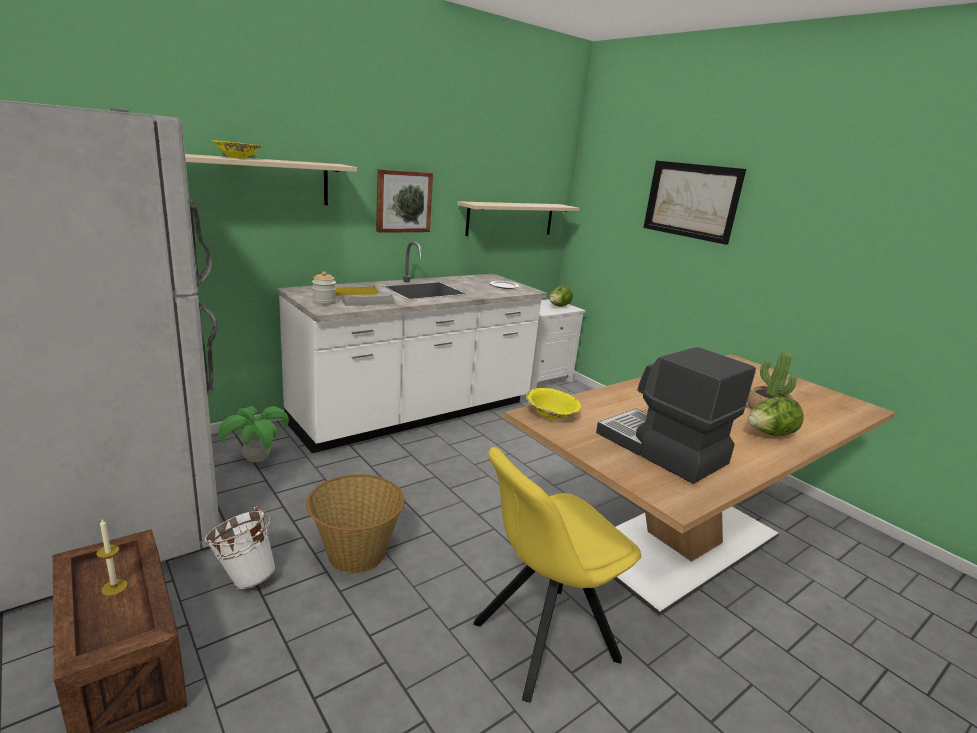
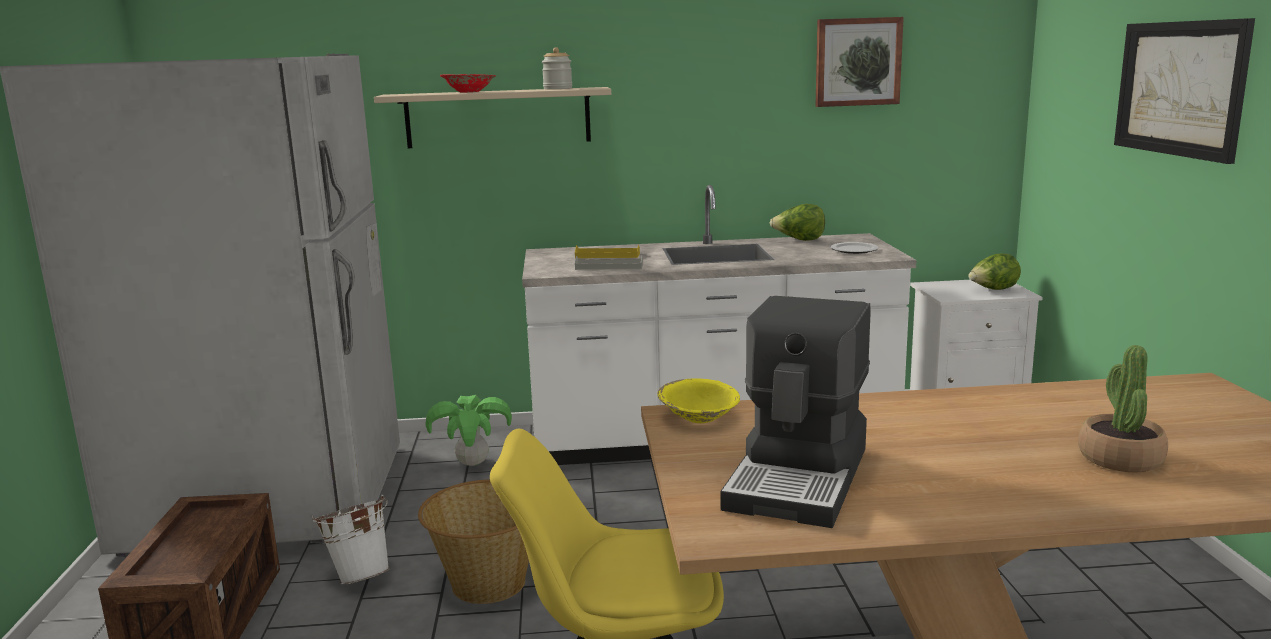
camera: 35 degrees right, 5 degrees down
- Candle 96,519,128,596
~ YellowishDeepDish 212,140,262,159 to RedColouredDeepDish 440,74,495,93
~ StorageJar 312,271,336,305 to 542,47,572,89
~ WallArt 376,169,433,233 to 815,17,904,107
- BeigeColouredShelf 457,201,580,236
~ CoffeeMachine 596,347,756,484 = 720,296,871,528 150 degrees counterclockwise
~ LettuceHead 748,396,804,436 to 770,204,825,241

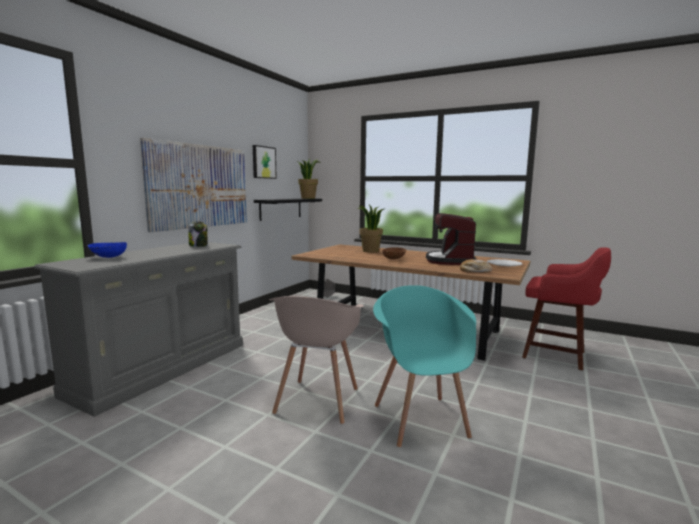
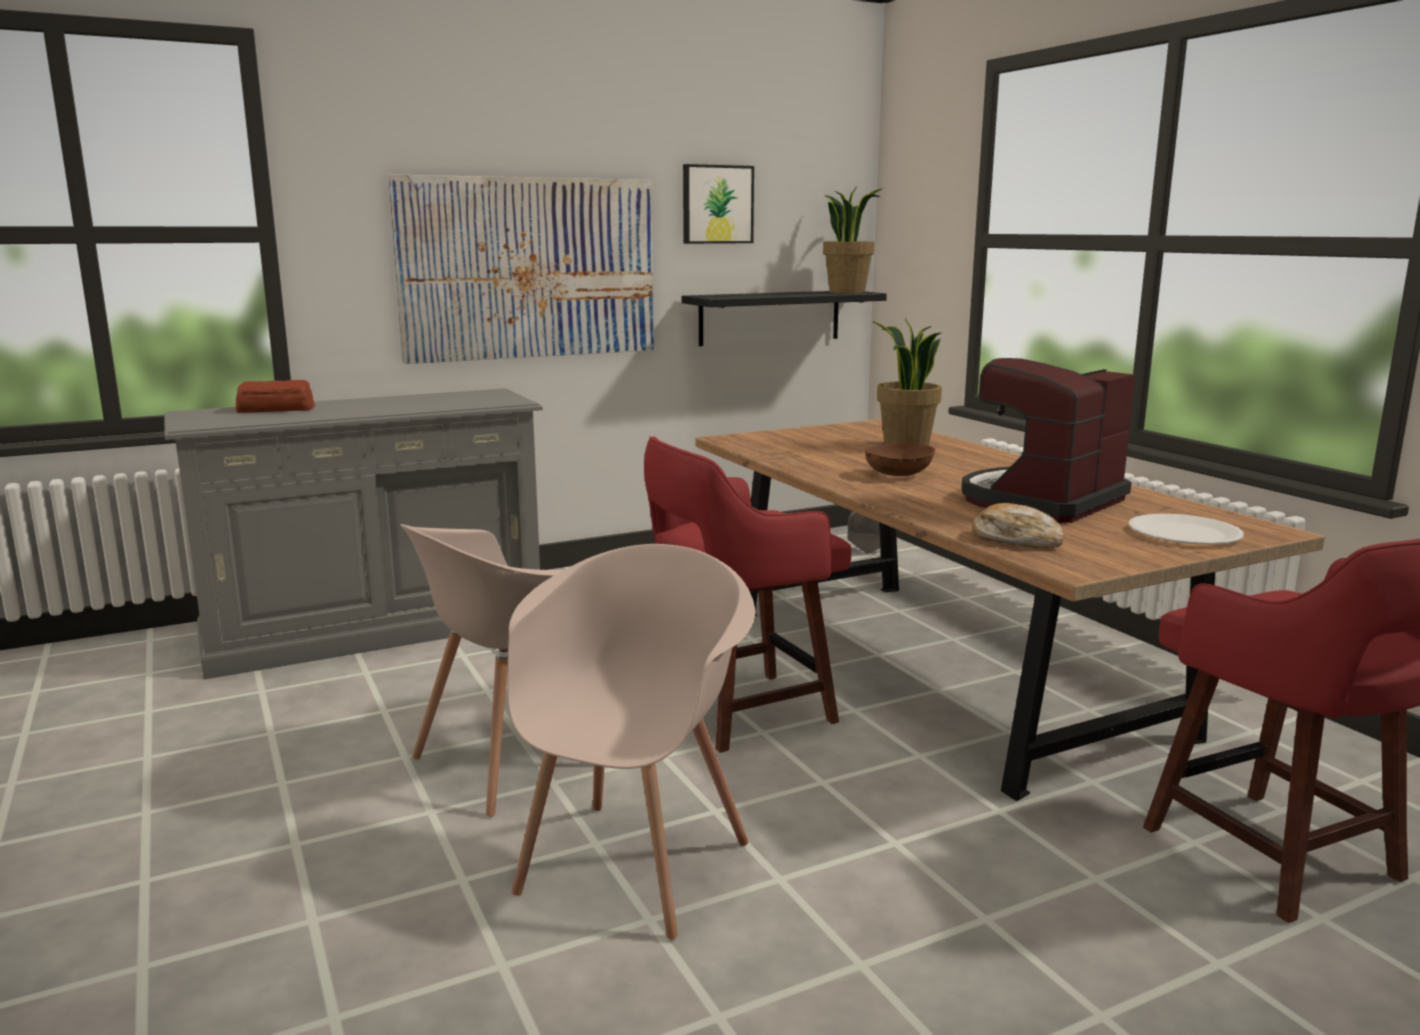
camera: 35 degrees right, 5 degrees up
~ BlueColouredDeepDish 88,242,127,258 to BakedBread 235,380,315,413
- StorageJar 188,221,208,247
~ TurquoiseColouredPlainChair 373,285,476,447 to BeigeColouredPlainChair 507,544,755,940
+ RedColouredStoolSeat 644,436,851,753

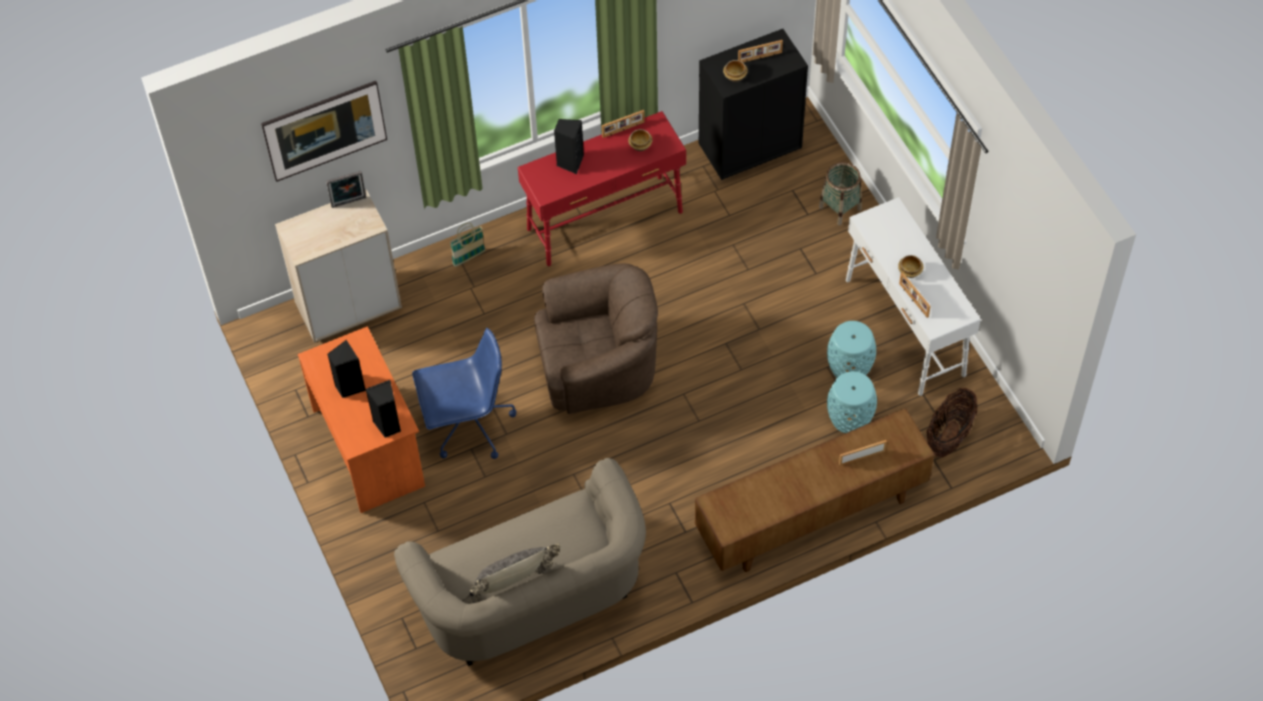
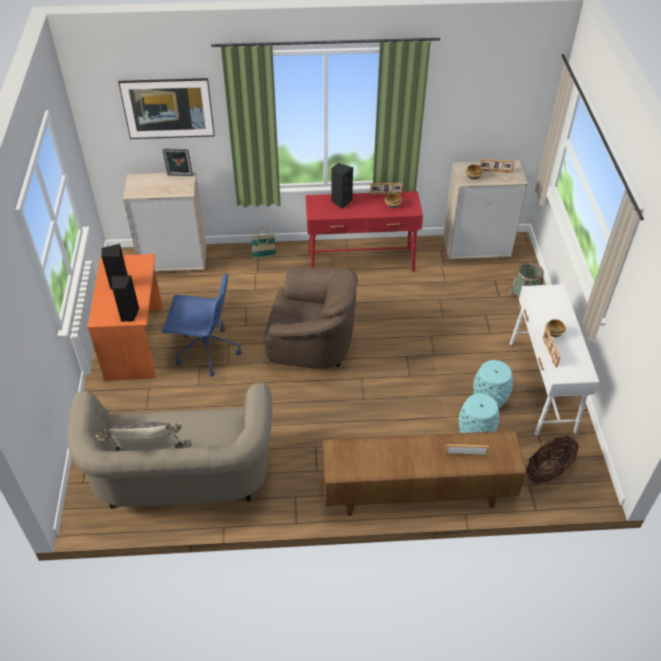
camera: 20 degrees right, 10 degrees down
~ BlackColouredCabinet 698,29,808,180 to BeigeColouredCabinet 443,160,528,260

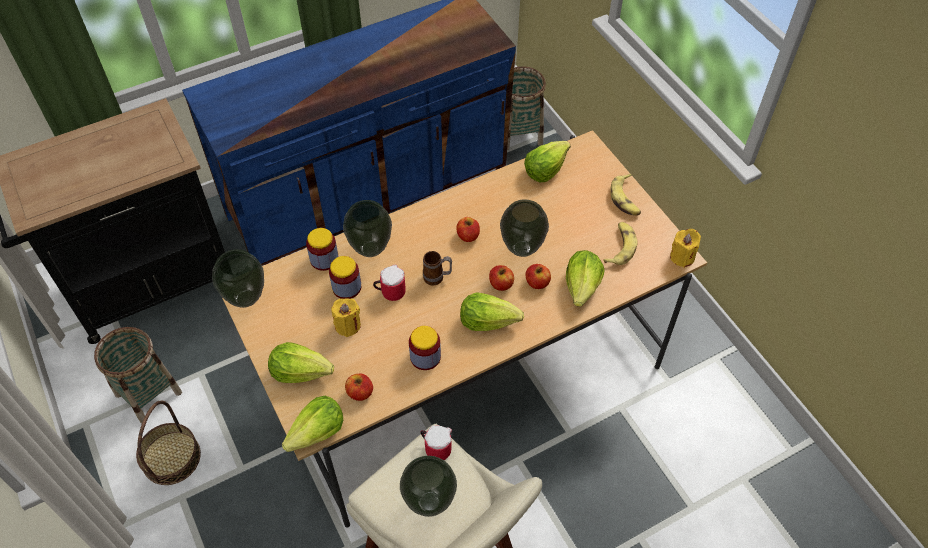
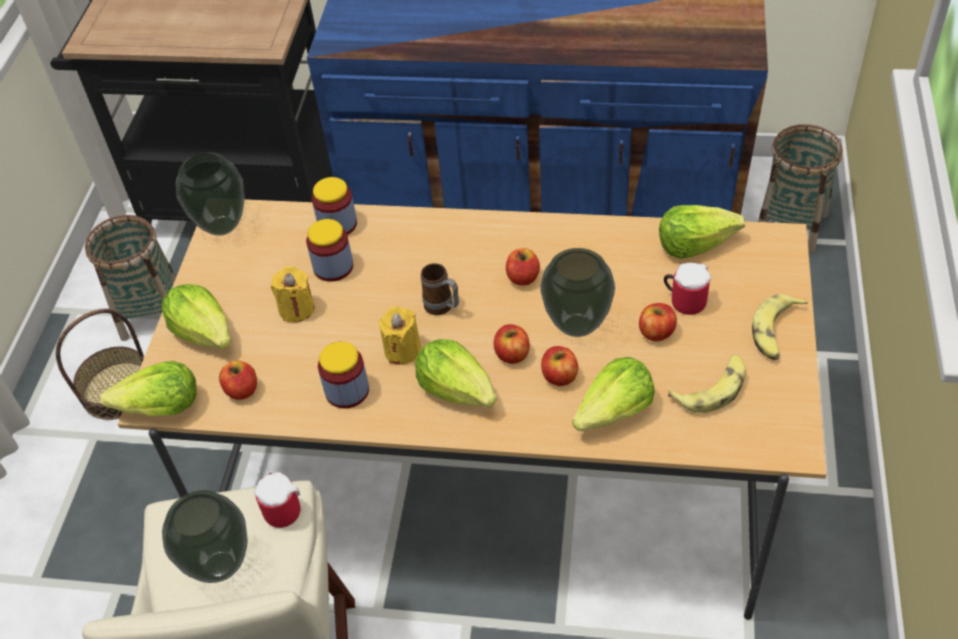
camera: 40 degrees right, 5 degrees down
- Vase 343,200,392,257
~ TeaMug 373,265,406,301 to 664,263,711,315
~ YellowishCandle 670,229,701,268 to 379,307,421,365
+ AppleFruit 639,303,677,341

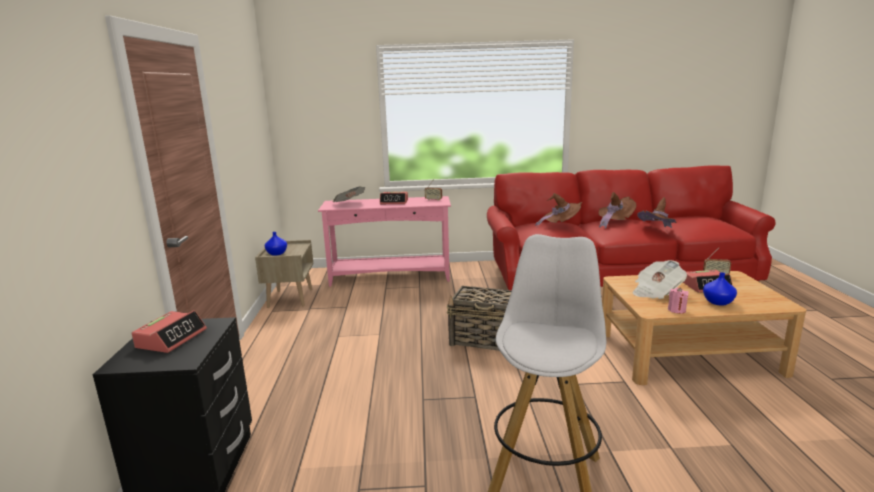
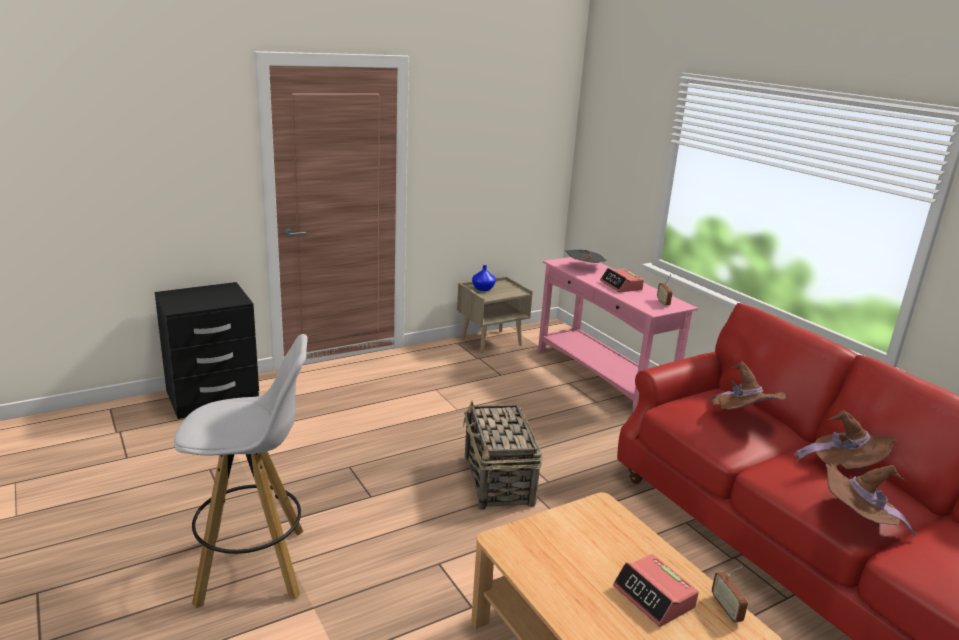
camera: 60 degrees right, 5 degrees up
- TableClock 132,310,207,353
- Newspaper 632,260,687,299
- PinkColouredCandle 668,287,689,314
- BlueColouredVase 703,272,737,306

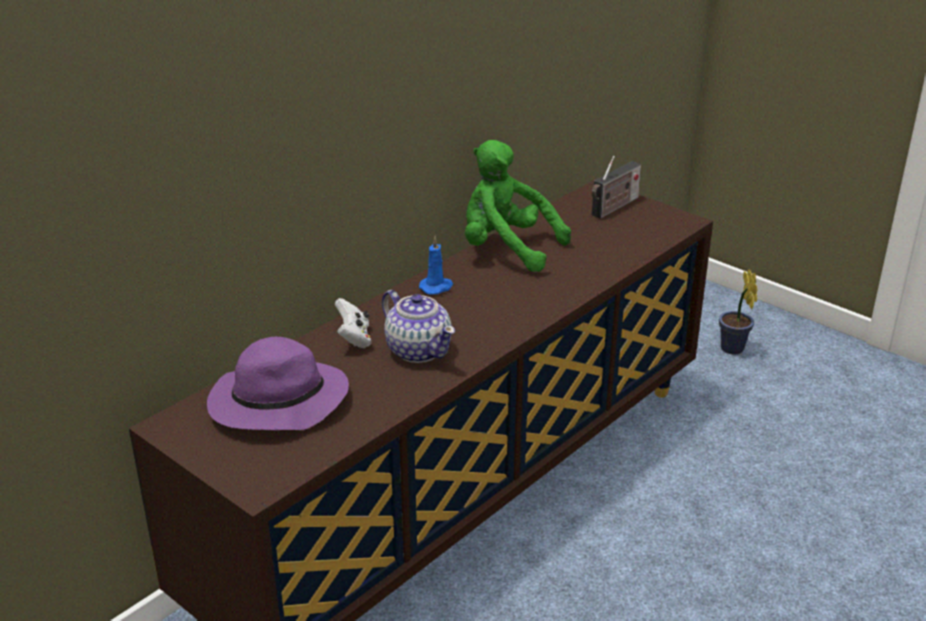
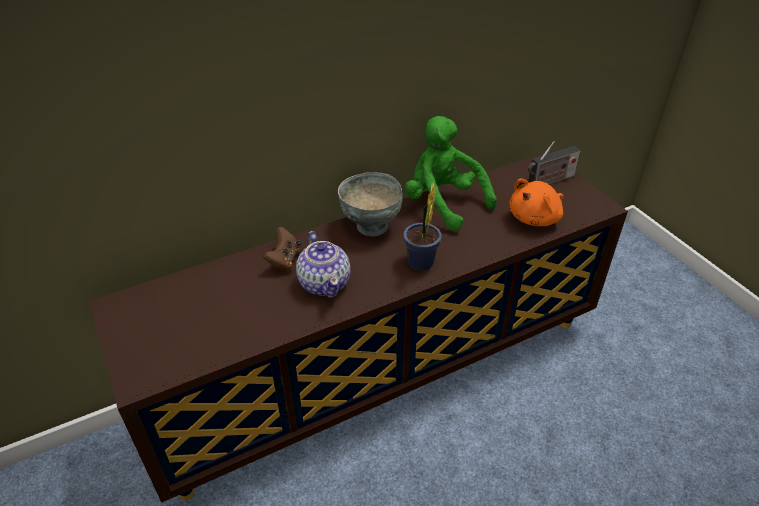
camera: 20 degrees right, 10 degrees up
- PurpleClothingHat 207,337,349,430
~ WhiteColouredJoypad 335,298,371,348 to BrownJoypad 263,227,301,271
~ BlueColouredCandle 419,236,453,295 to GrayDeepDish 338,172,403,236
~ PottedPlant 719,269,757,354 to 403,183,442,271
+ OrangeySoftToy 509,178,563,226

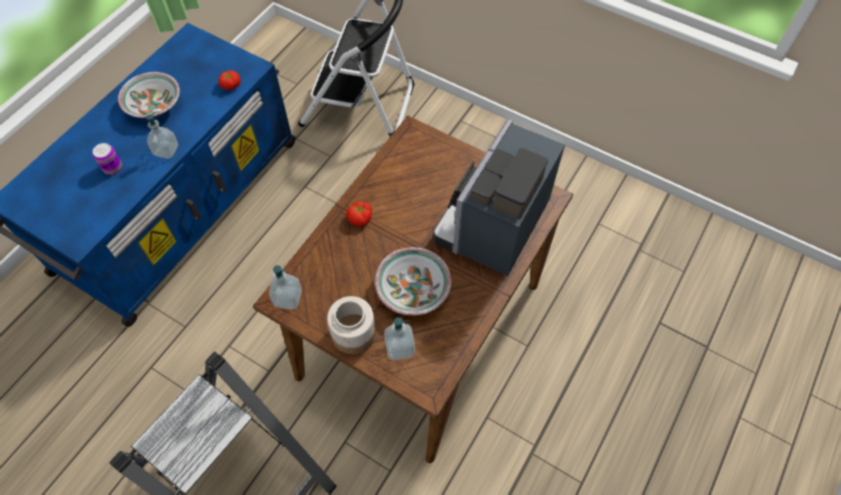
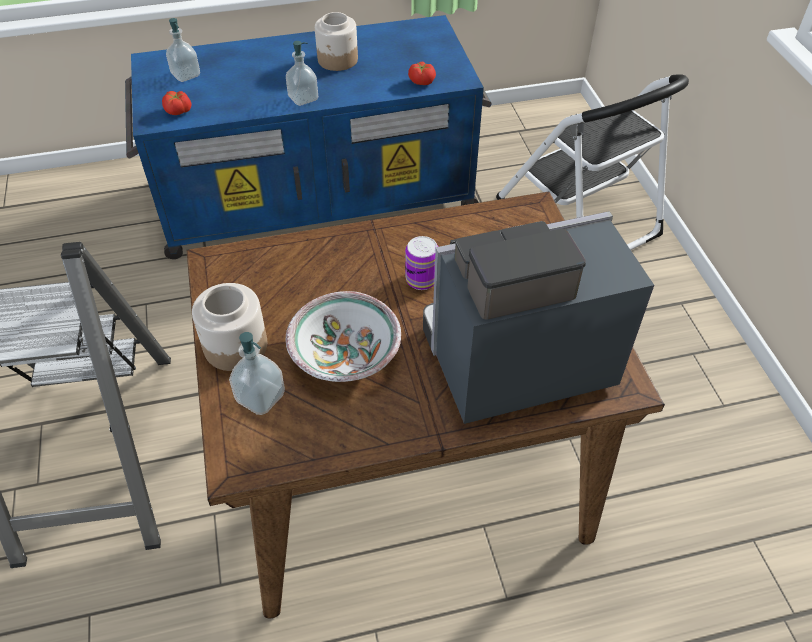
camera: 45 degrees right, 10 degrees down
~ SealedCan 93,143,122,175 to 405,236,438,290
~ DeepDish 118,72,180,118 to StorageJar 315,12,358,71
~ SoapBottle 269,265,302,310 to 166,18,200,82
~ WholeTomato 346,201,372,226 to 162,91,192,115

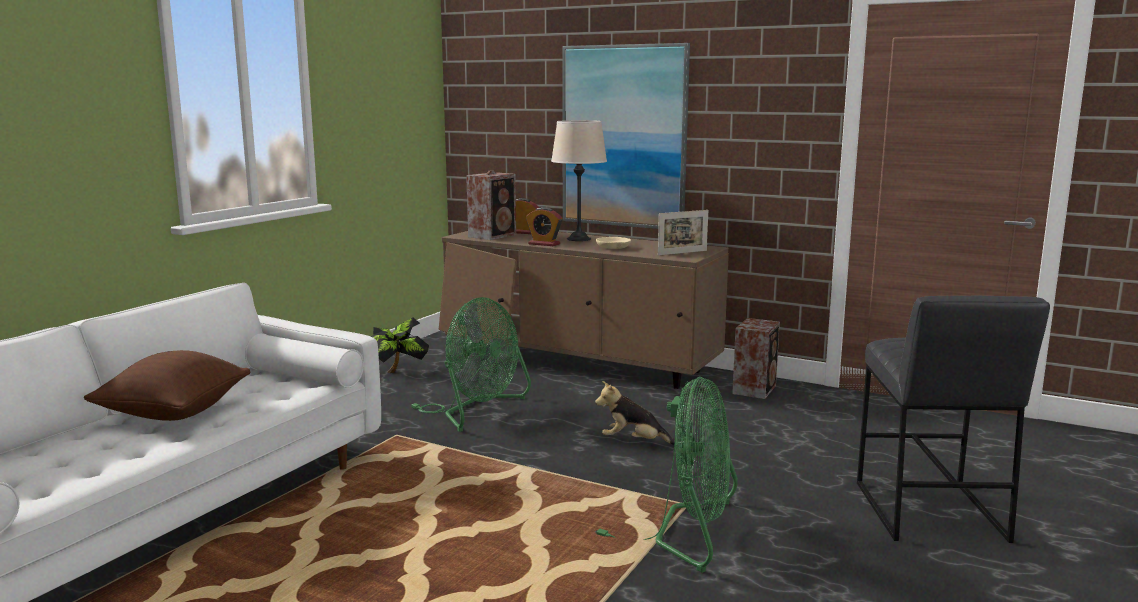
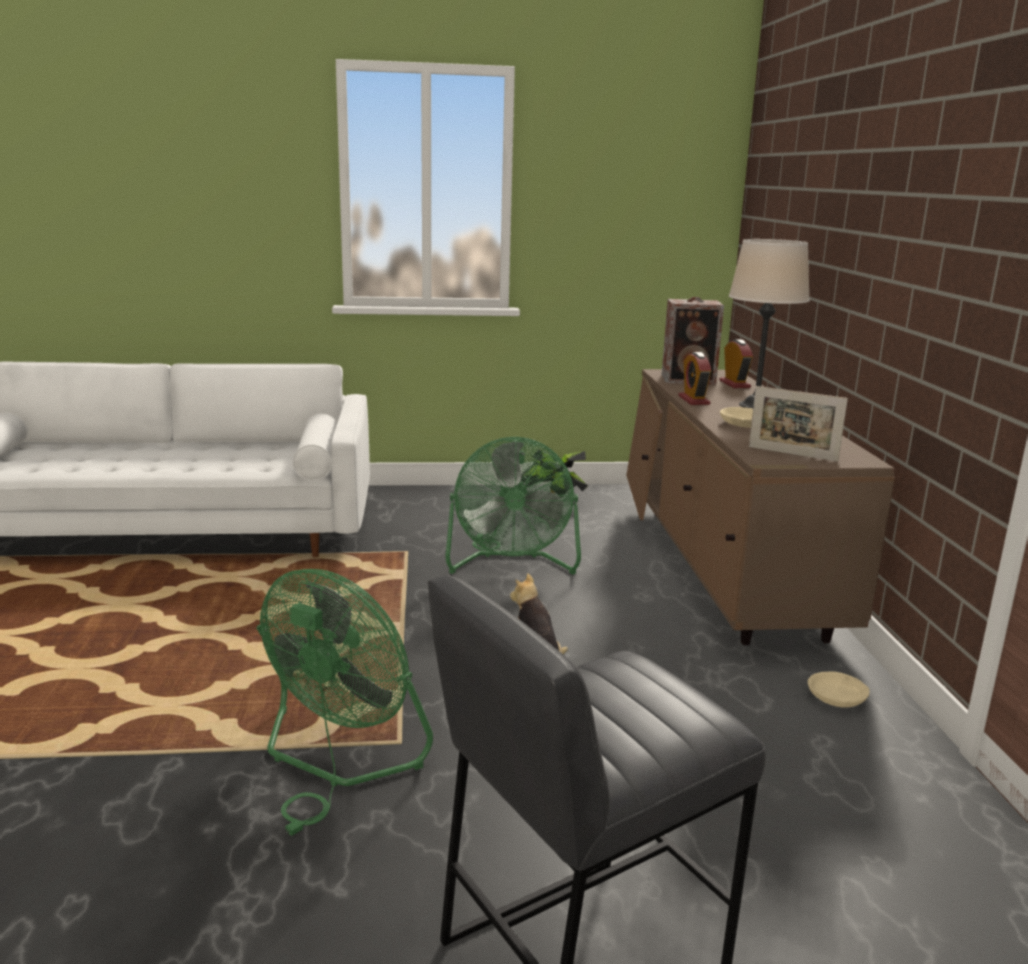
camera: 55 degrees right, 5 degrees up
- BrownThrowPillow 84,350,251,421
- WallArt 562,43,690,229
~ GreenColouredElectricFan 596,377,738,573 = 256,569,433,836 135 degrees counterclockwise
~ AudioSpeaker 732,318,780,399 to BeigeColouredDeepDish 808,672,870,708

